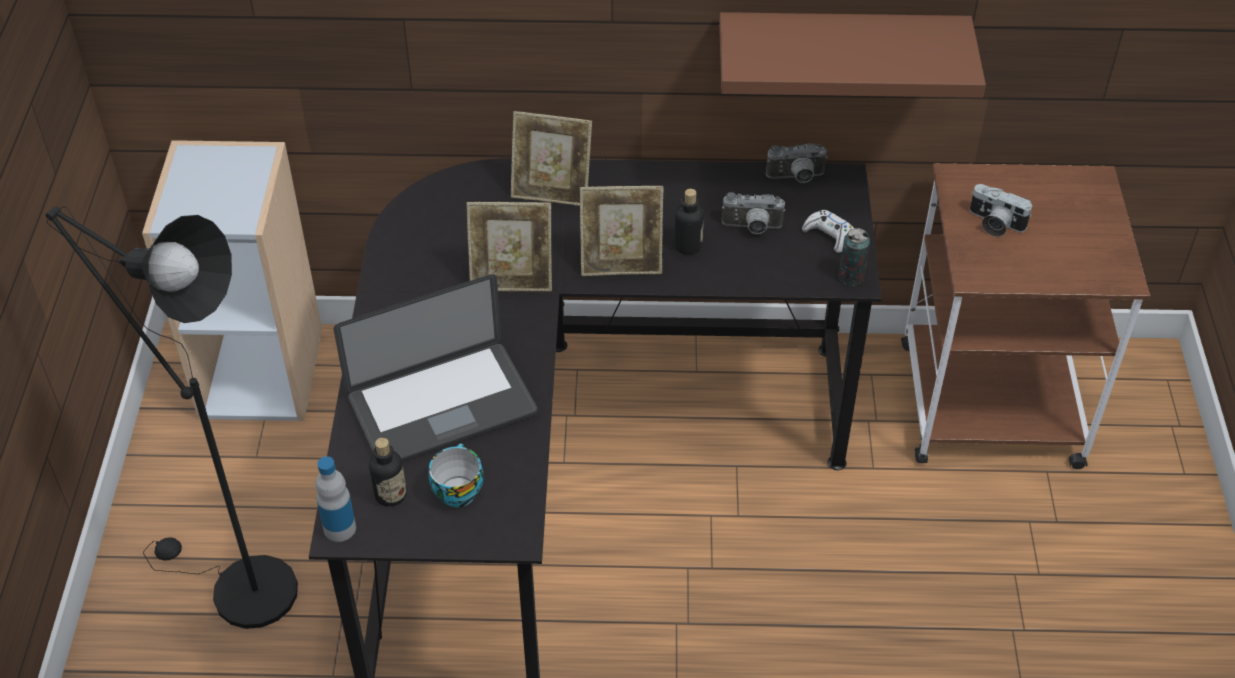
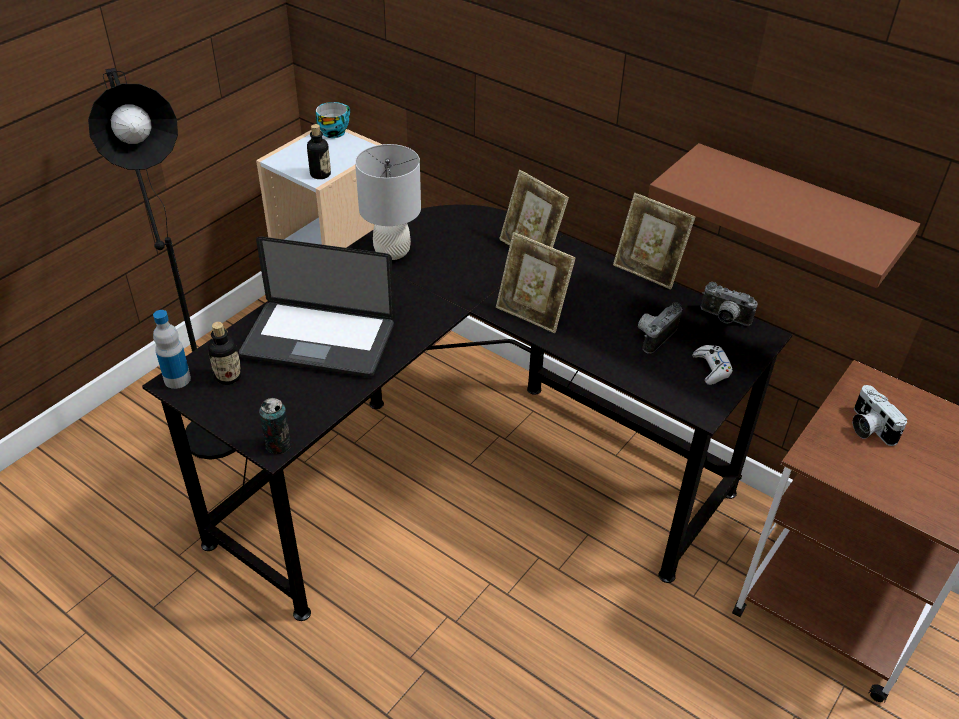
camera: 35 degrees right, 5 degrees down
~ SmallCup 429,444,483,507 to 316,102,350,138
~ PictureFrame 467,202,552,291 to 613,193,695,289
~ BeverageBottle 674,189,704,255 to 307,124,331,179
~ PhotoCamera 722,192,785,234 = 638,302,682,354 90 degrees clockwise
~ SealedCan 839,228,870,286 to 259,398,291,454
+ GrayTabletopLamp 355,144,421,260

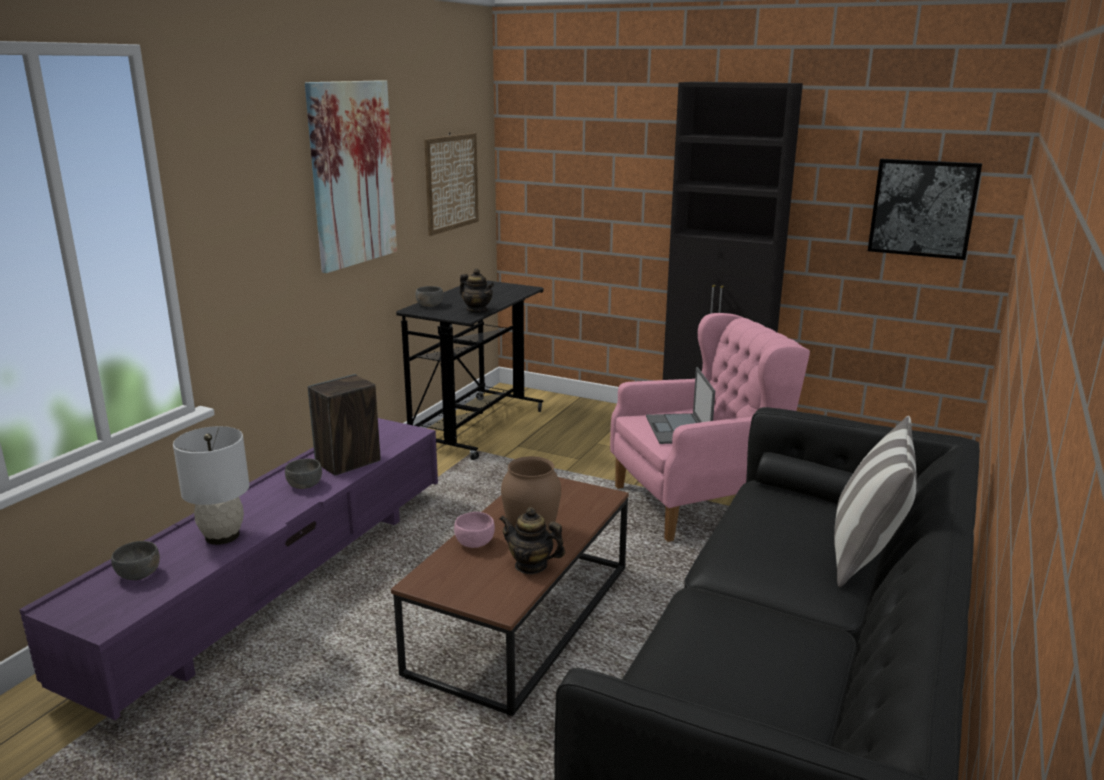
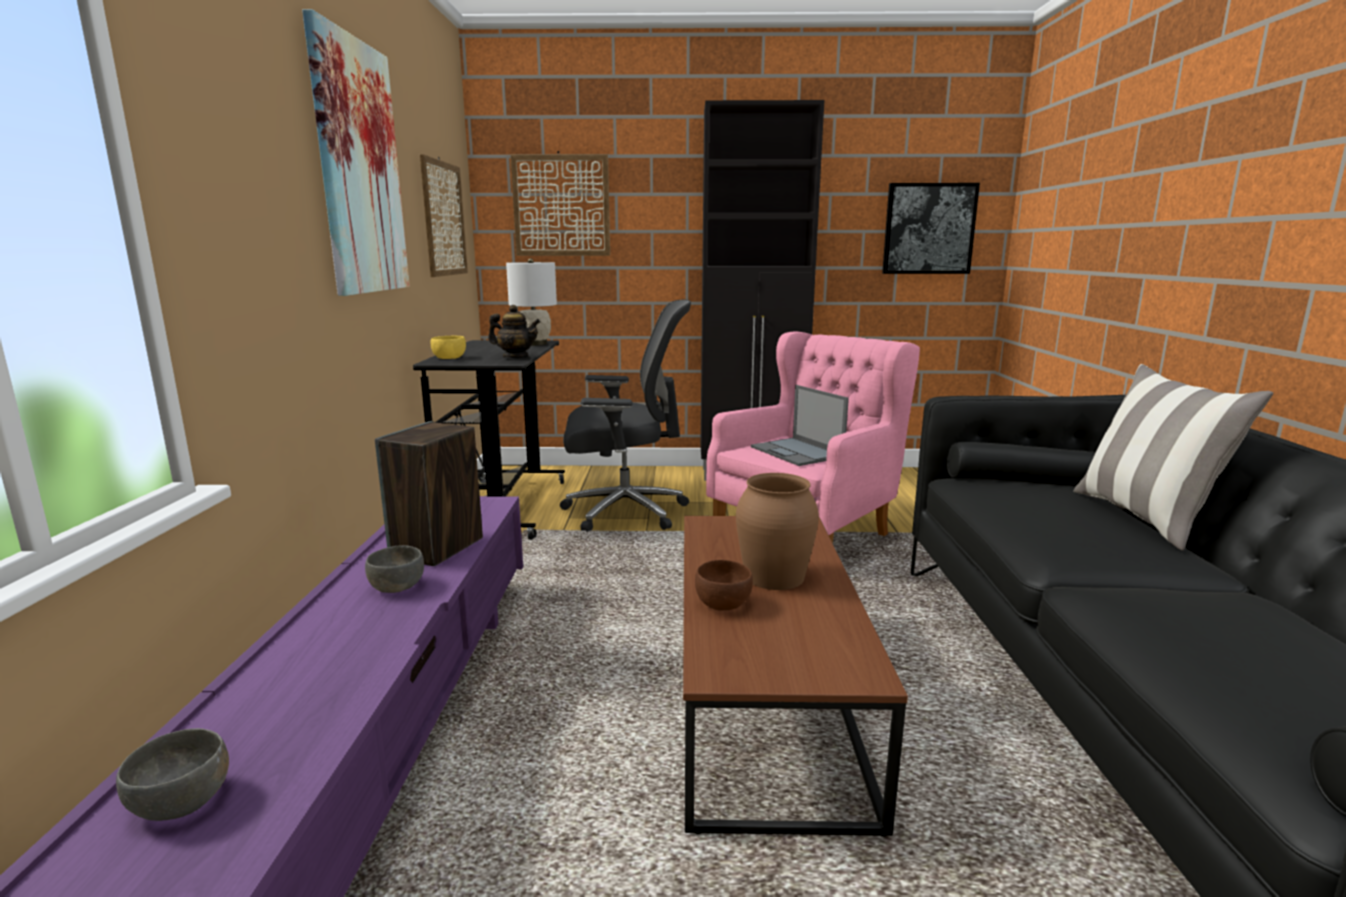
camera: 25 degrees left, 5 degrees down
~ WhiteColouredTabletopLamp 173,426,249,545 to 506,258,557,346
~ GrayDeepDish 416,286,443,307 to YellowishDeepDish 430,336,466,359
~ PinkColouredDeepDish 454,512,495,548 to BrownDeepDish 695,560,753,611
- Teapot 500,507,565,574
+ WallArt 510,151,610,256
+ DeskChair 560,300,691,532

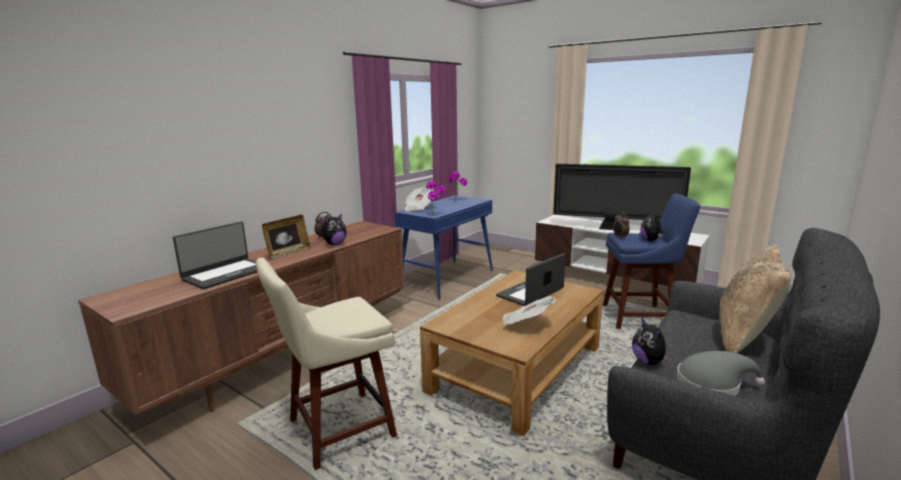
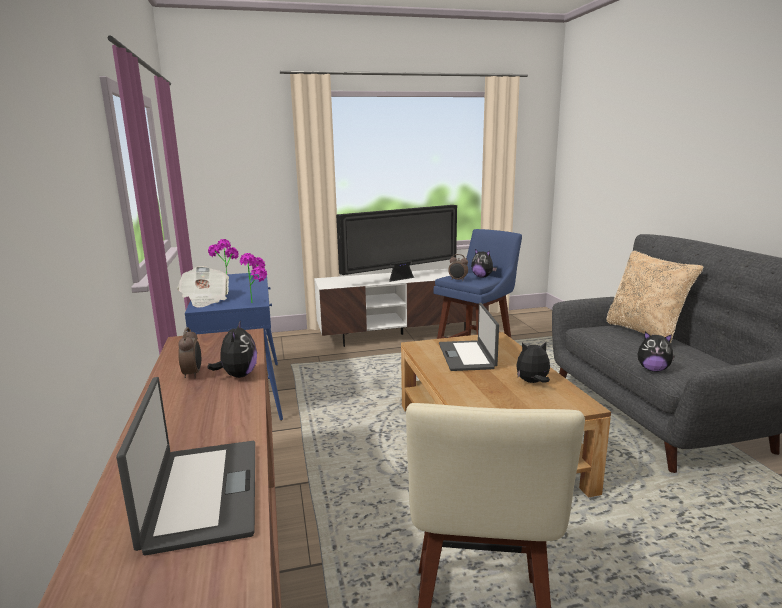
camera: 50 degrees left, 0 degrees up
- PictureFrame 262,215,312,259
~ Newspaper 503,296,556,326 to SoftToy 516,342,550,383
- GrayClothingHat 677,351,765,396

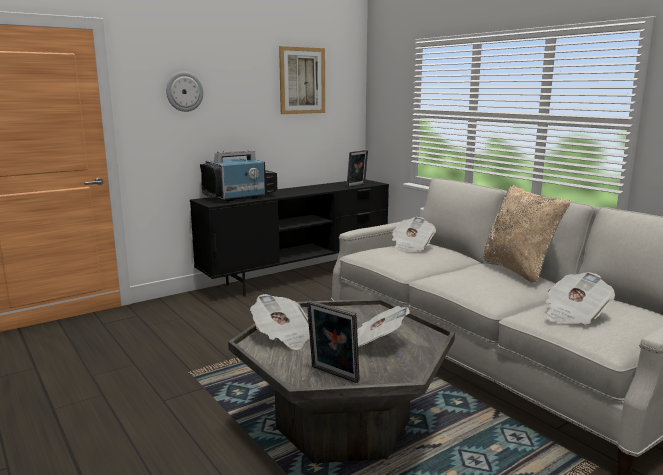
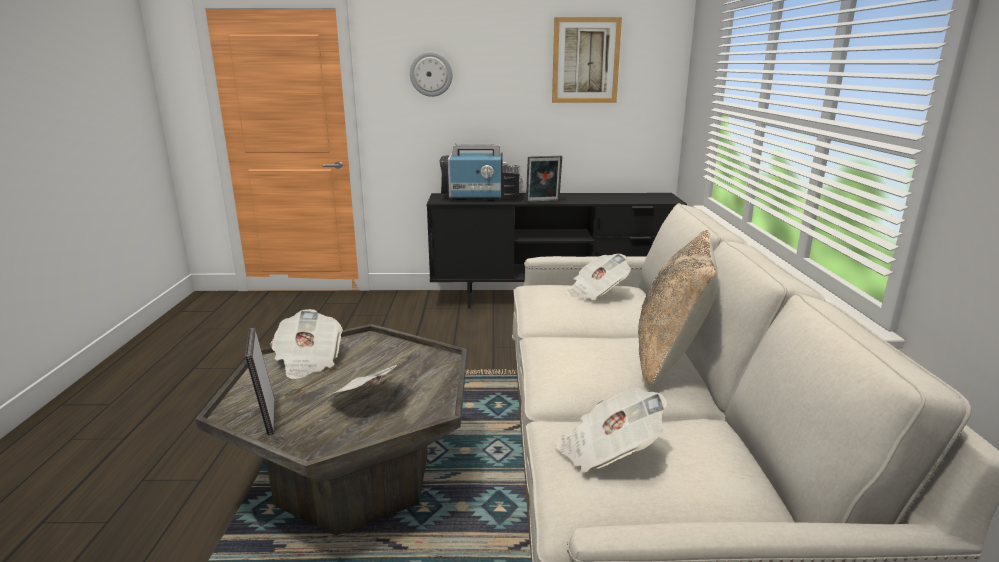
camera: 35 degrees right, 5 degrees up
~ PictureFrame 347,150,368,187 to 526,155,562,203

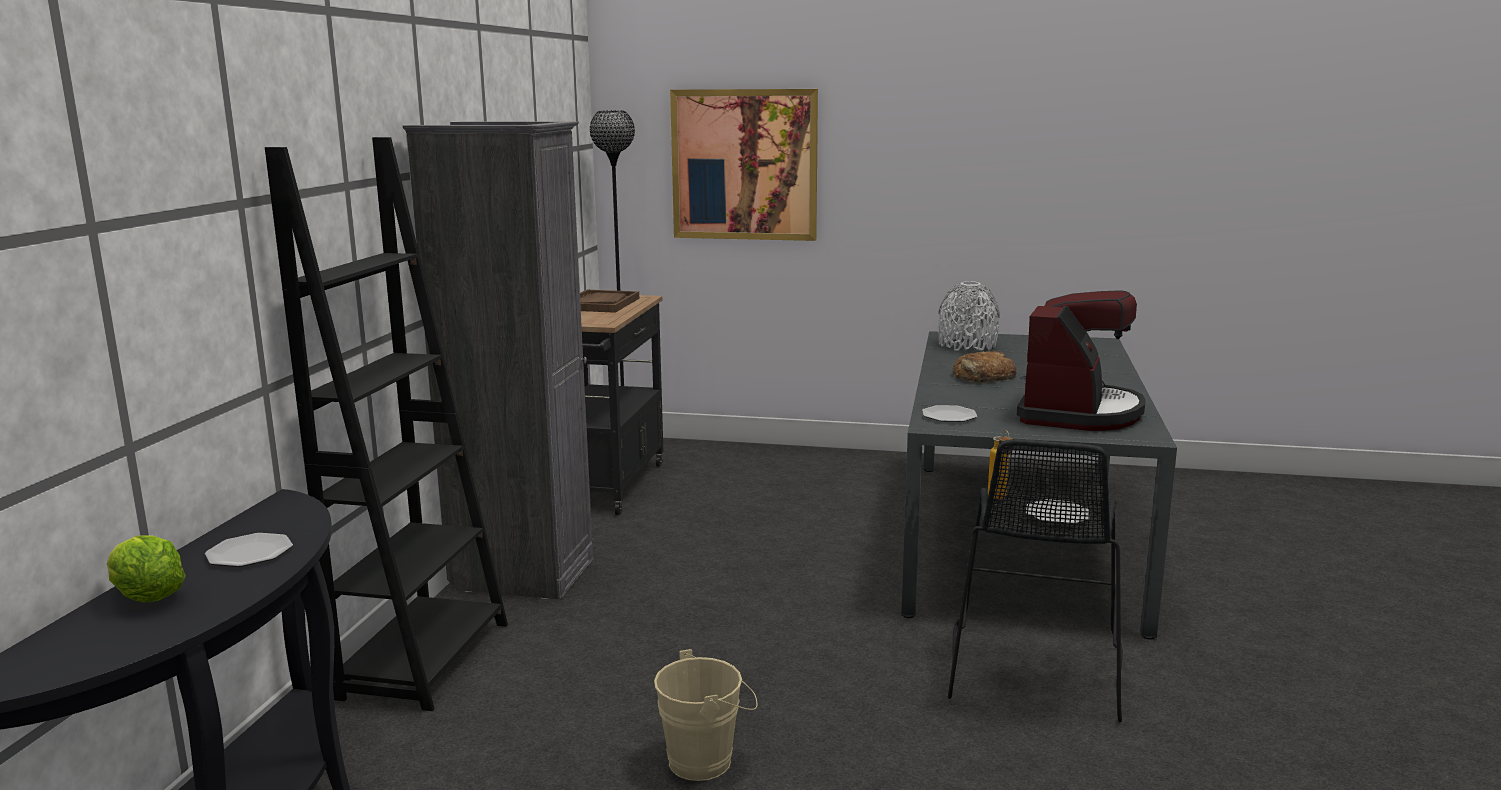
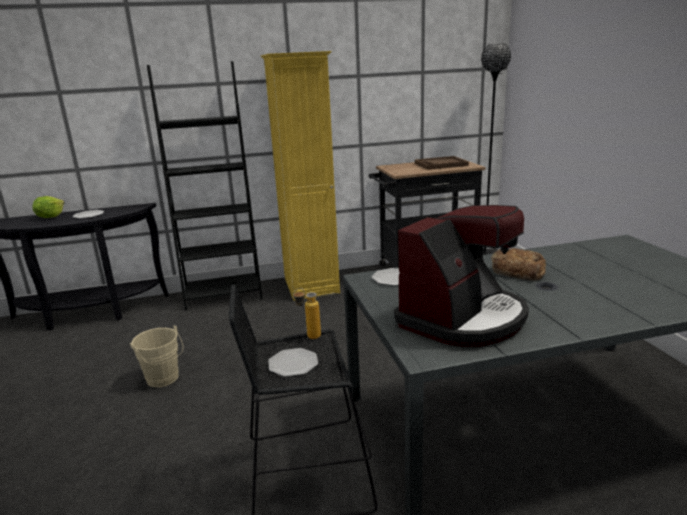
camera: 65 degrees right, 5 degrees up
~ GrayCabinet 403,121,593,599 to YellowishCabinet 261,51,340,301
- WallArt 670,89,818,241
- GrayVase 938,281,1000,351
~ CoffeeMachine 1017,290,1146,431 = 394,205,529,347 45 degrees counterclockwise

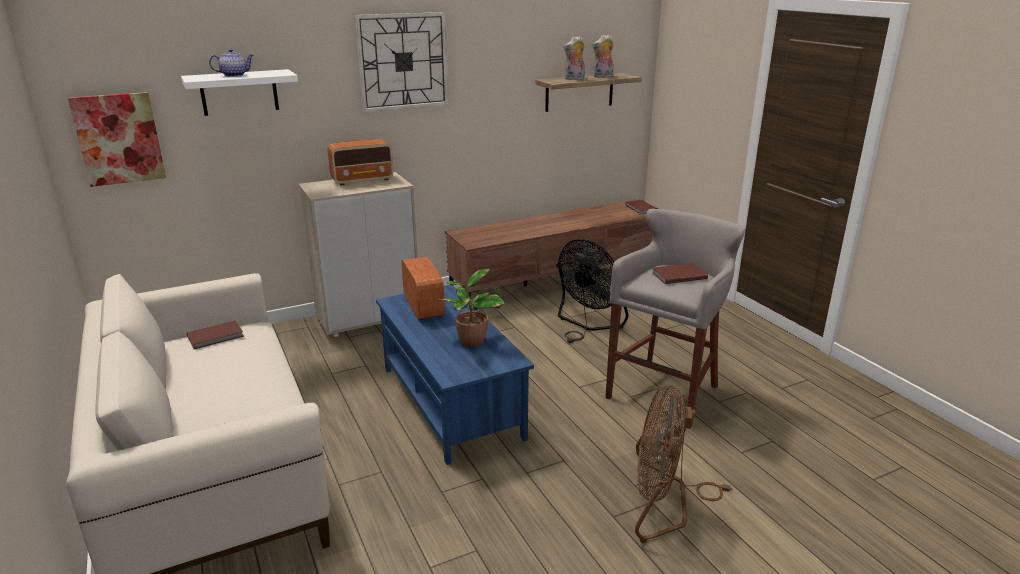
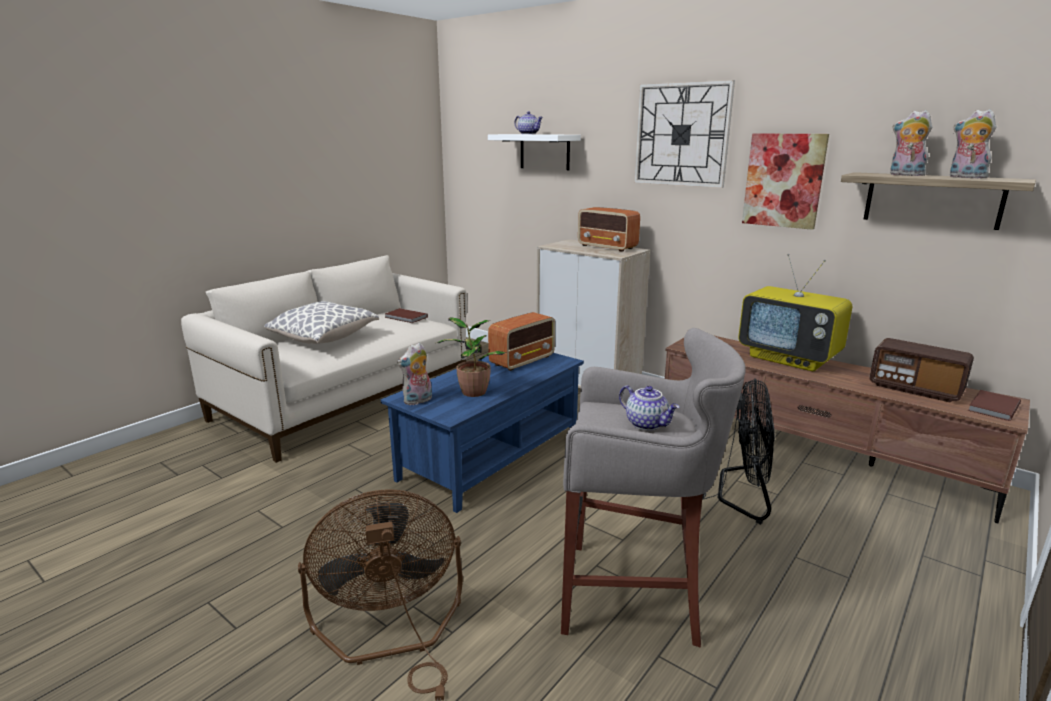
camera: 65 degrees right, 5 degrees down
~ WallArt 68,92,166,187 to 742,133,829,230
~ BrownVolume 652,263,708,284 to Teapot 619,385,679,431
+ ThrowPillow 264,301,379,344
+ SoftToy 397,342,432,405
+ Television 738,254,852,371
+ Radio 869,338,974,402

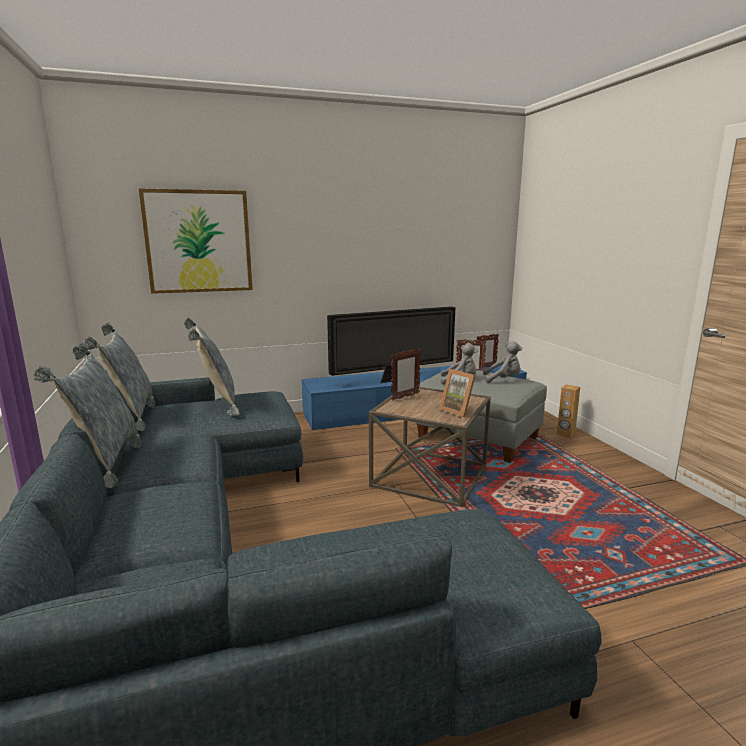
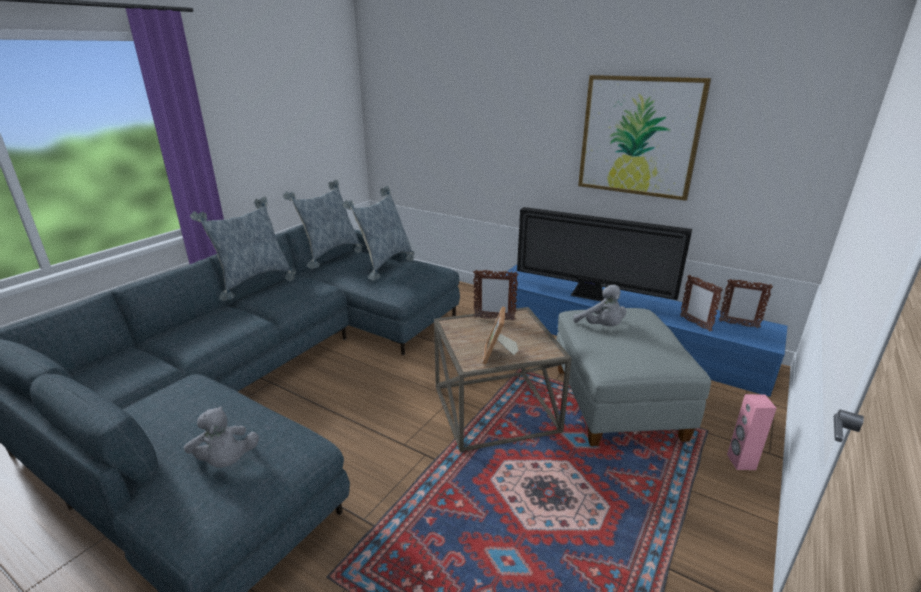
camera: 50 degrees right, 10 degrees up
~ WallArt 139,188,253,294 to 578,75,711,201
~ GraySoftToy 483,341,522,383 to 184,406,259,468
~ BrownAudioSpeaker 557,384,580,439 to PinkColouredAudioSpeaker 727,394,776,470

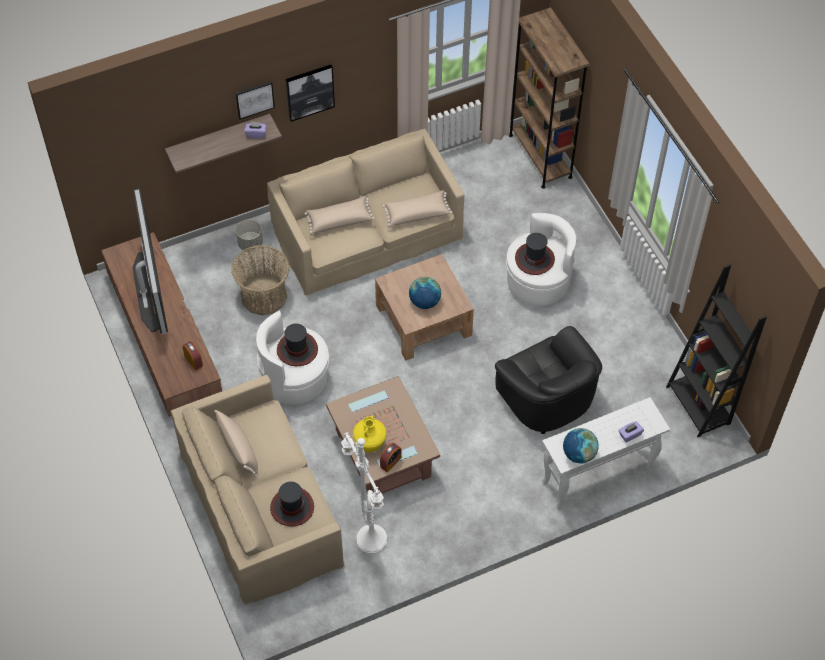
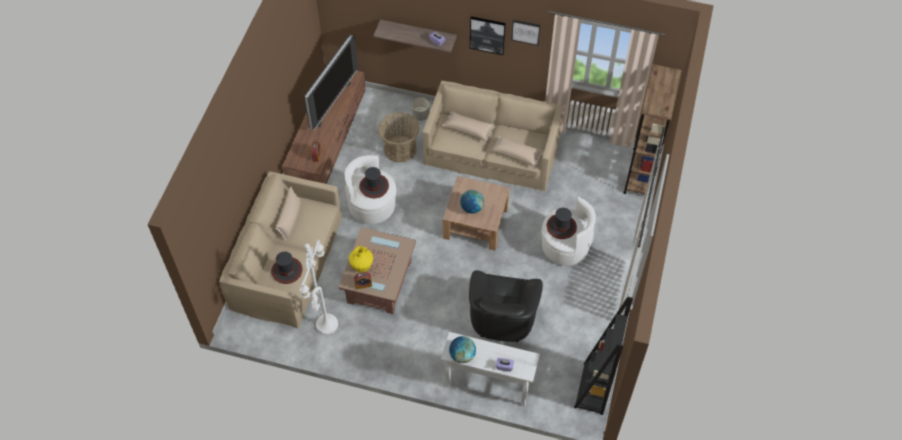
camera: 40 degrees right, 0 degrees up
~ WallArt 235,81,275,120 to 511,20,541,46

